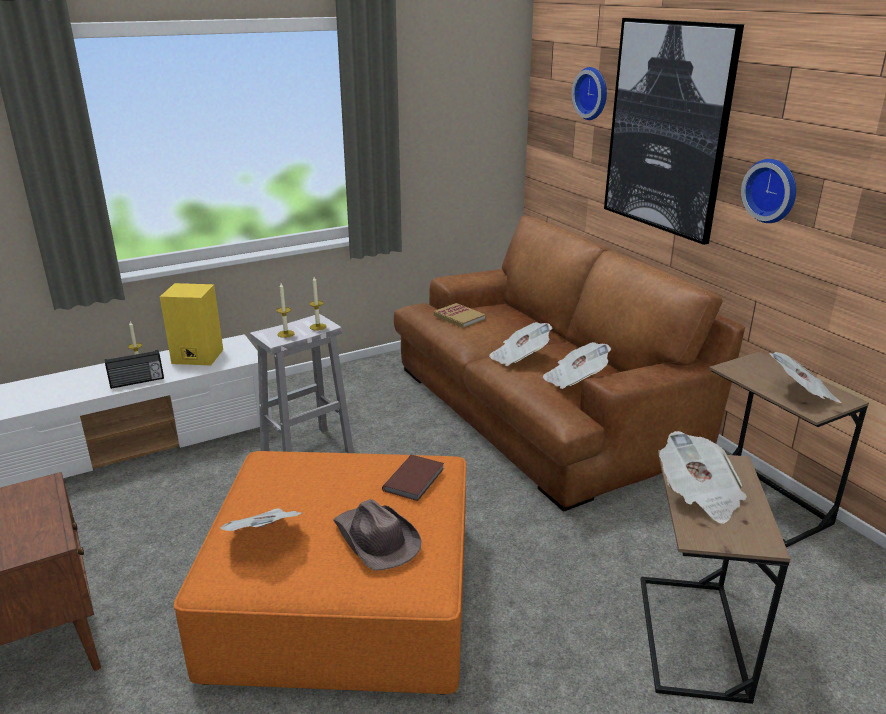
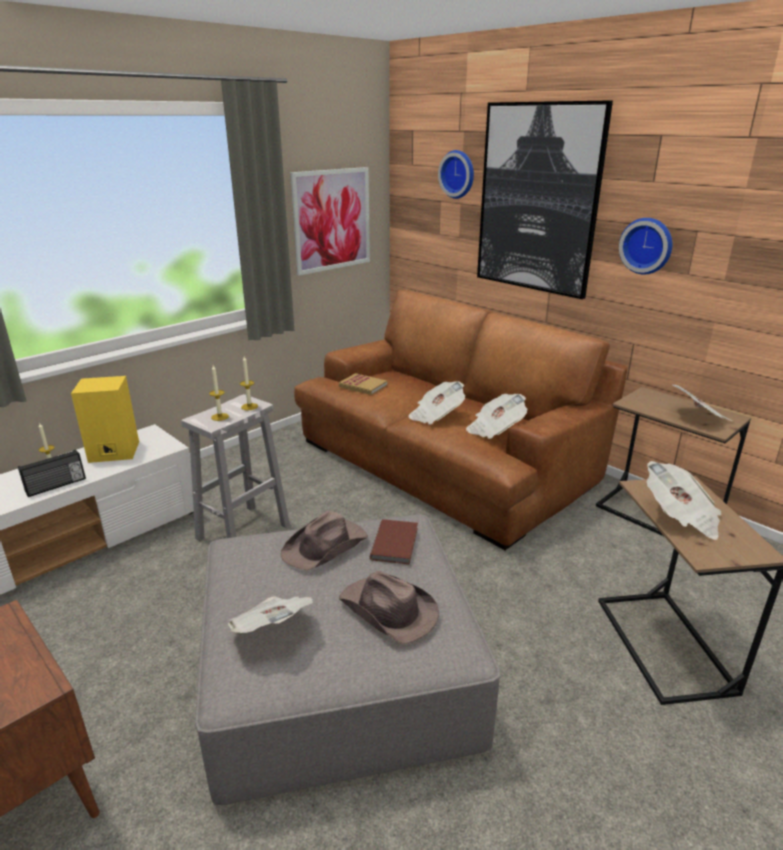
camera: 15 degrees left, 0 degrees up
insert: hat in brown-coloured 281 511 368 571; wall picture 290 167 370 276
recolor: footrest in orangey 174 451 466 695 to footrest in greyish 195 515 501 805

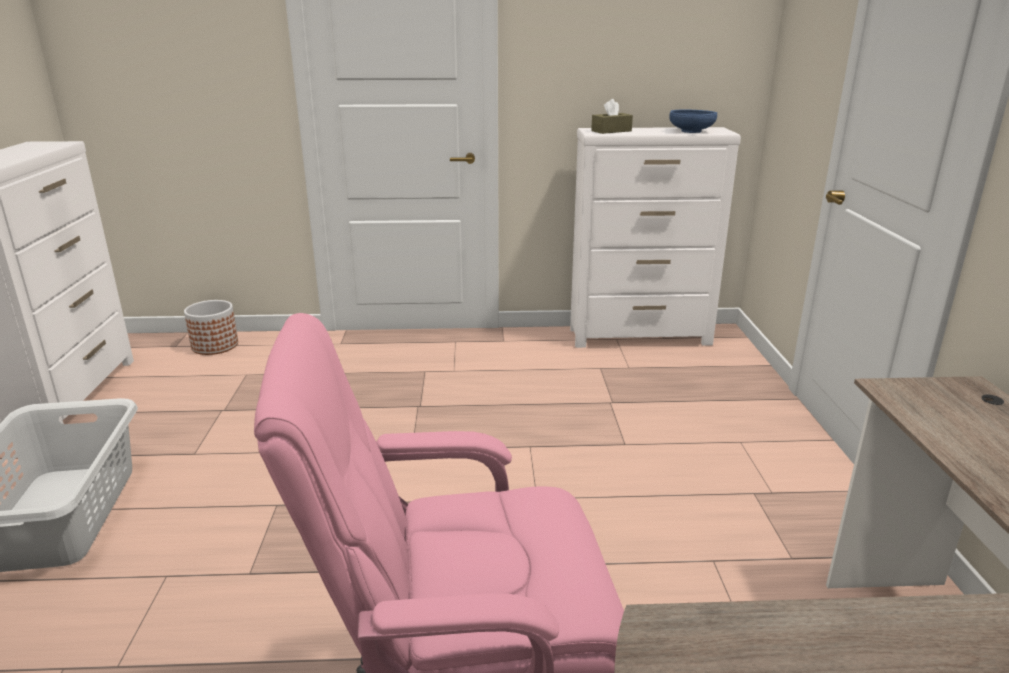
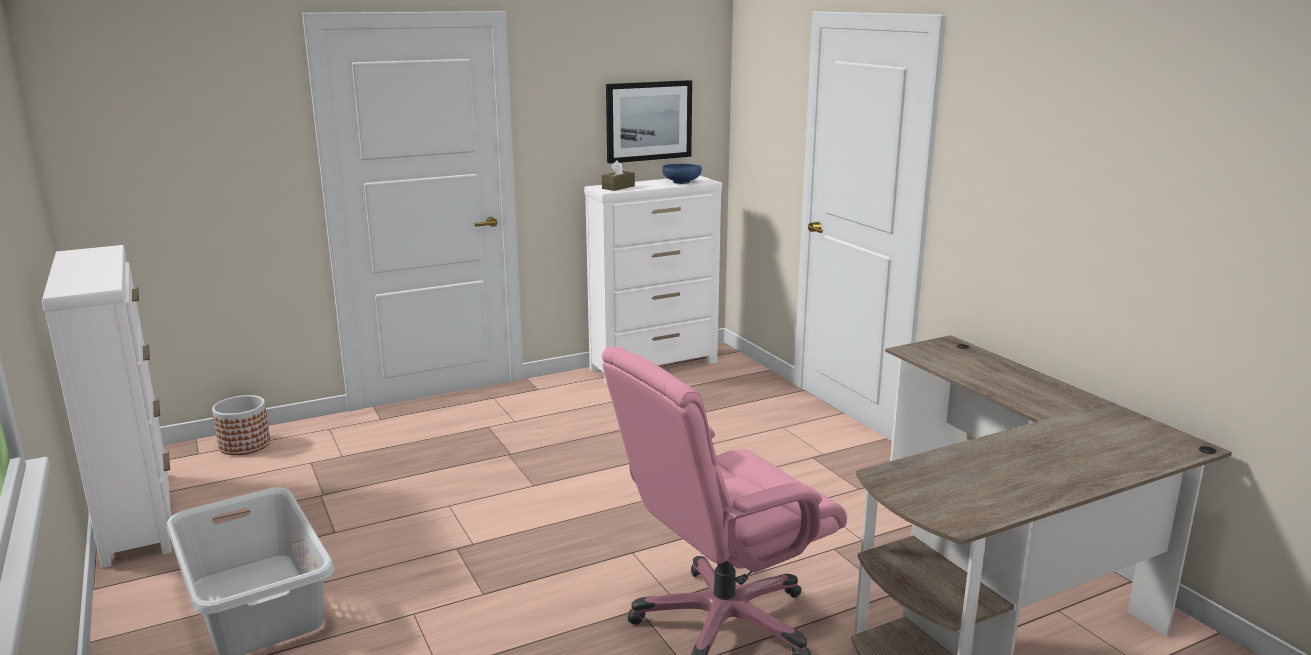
camera: 25 degrees left, 5 degrees down
insert: wall picture 606 80 692 164

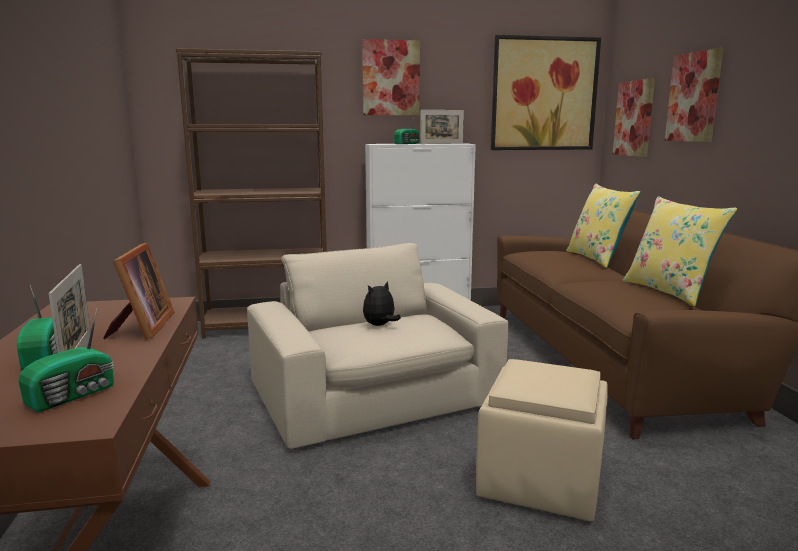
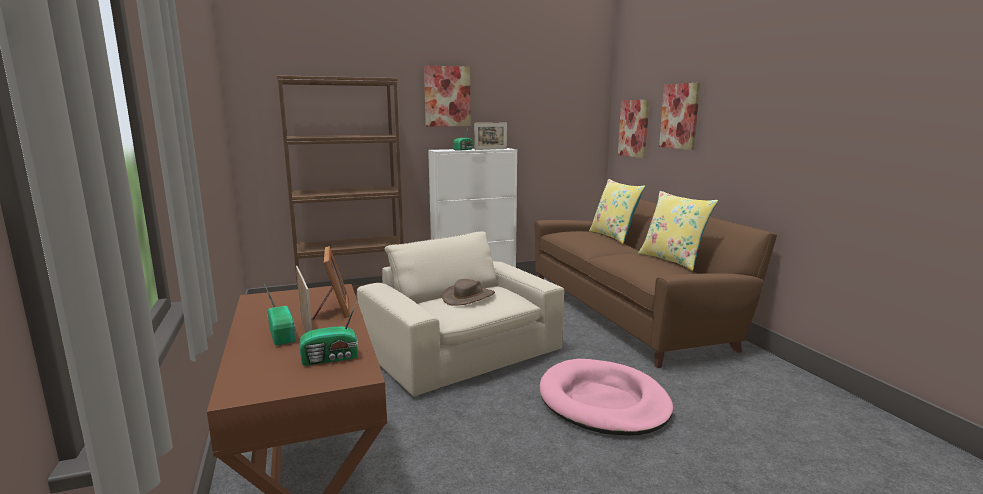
camera: 10 degrees left, 0 degrees up
delete: wall picture 491 35 601 150
replace: plush toy 363 281 401 326 to hat in brown-coloured 442 279 495 306; footrest in beige-coloured 476 359 608 521 to dog cushion in pink 540 359 673 436
rotate: radio 18 308 114 412 = 299 301 358 366 45 degrees clockwise

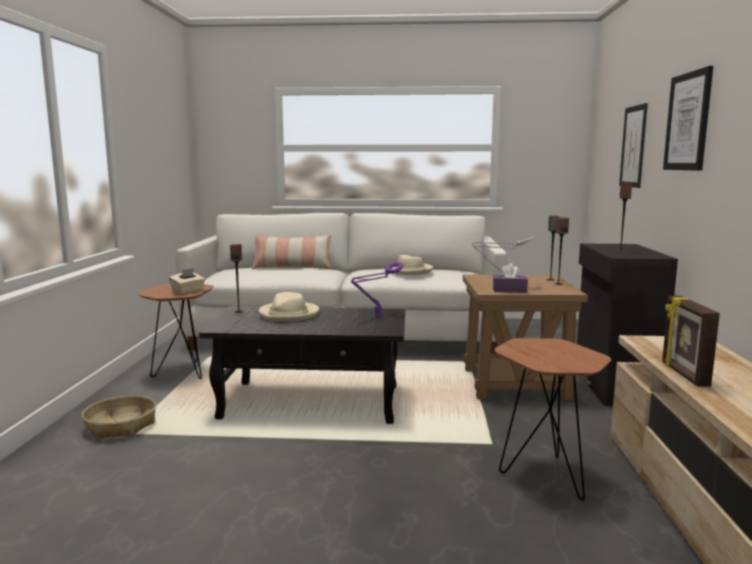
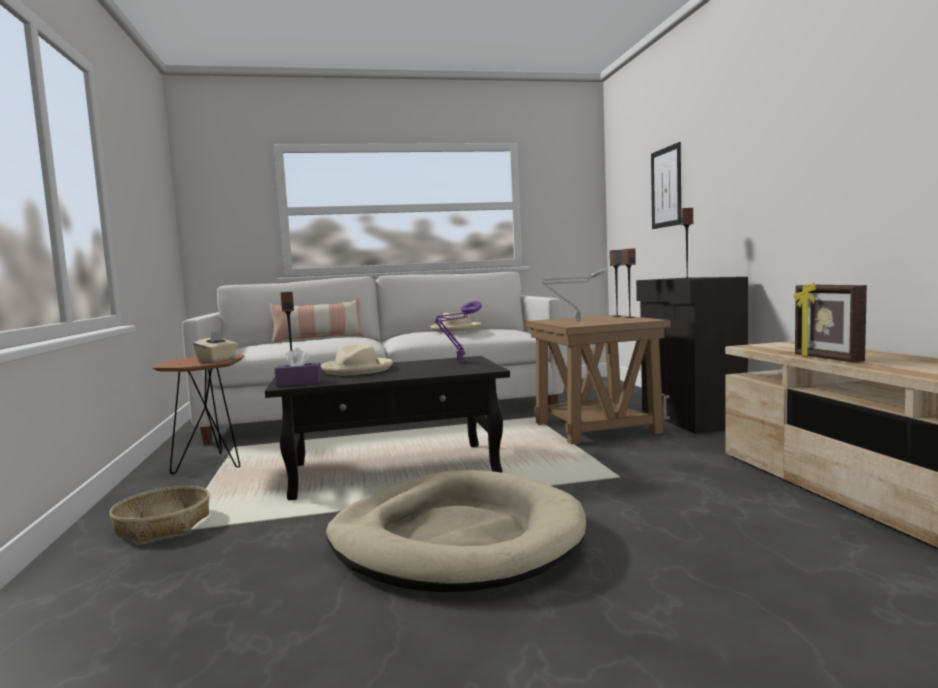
camera: 15 degrees left, 5 degrees down
delete: side table in brown-coloured 494 338 611 501; wall picture 663 66 713 171
insert: dog cushion in beige-coloured 326 470 586 592
move: box of tissues in purplish 493 263 528 293 to 275 348 322 387

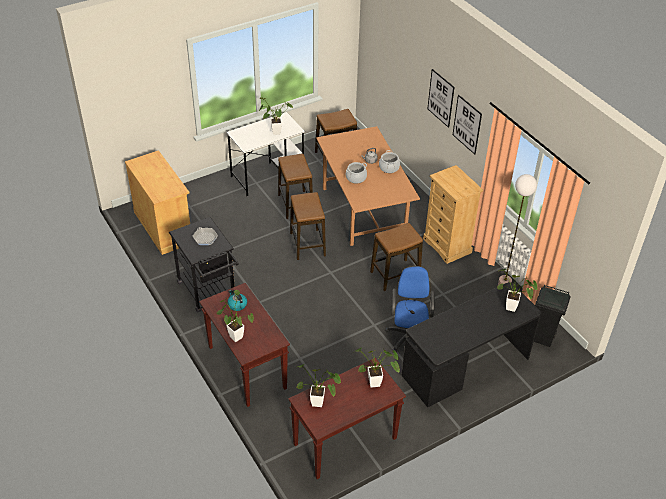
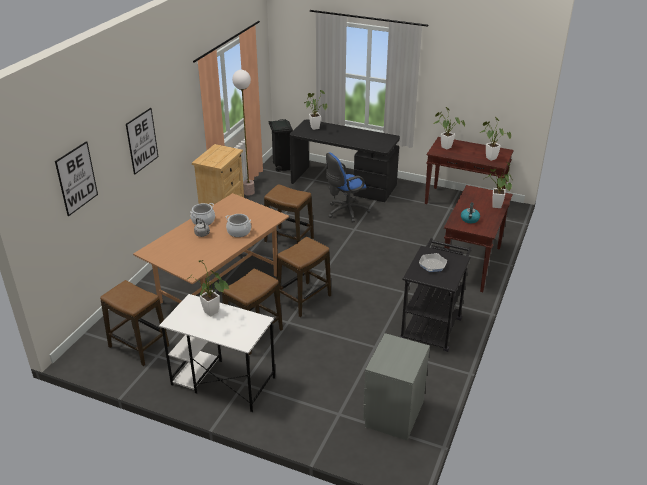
camera: 125 degrees left, 10 degrees down
move: wall picture 453 95 482 154 to 55 141 98 216
replace: storage cabinet in beige-coloured 125 150 190 255 to bedside table in greyish 363 333 430 440

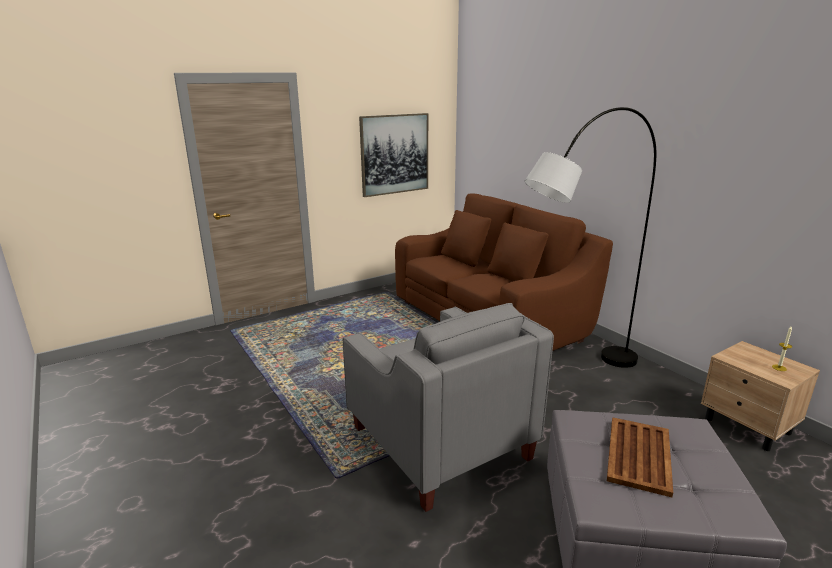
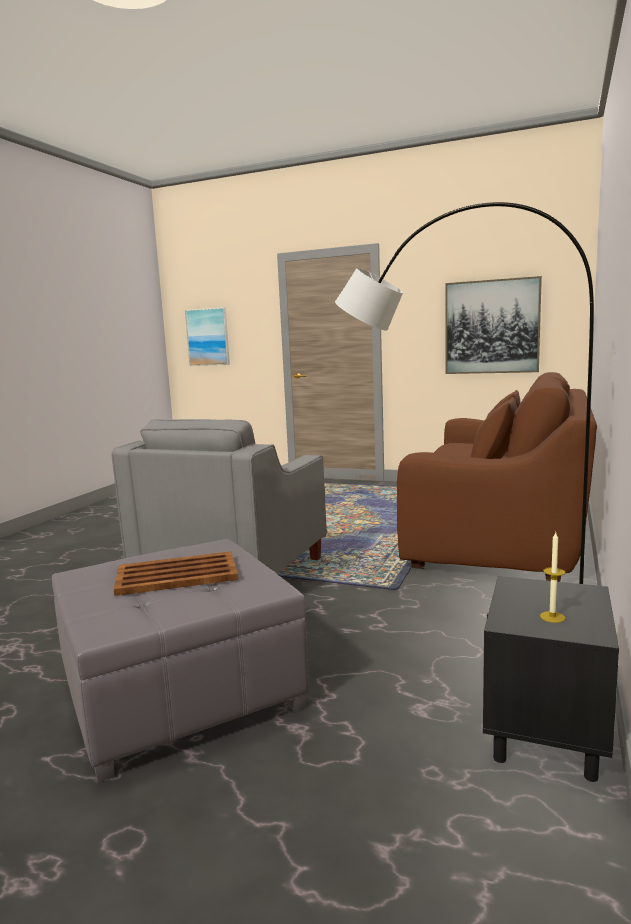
camera: 55 degrees right, 10 degrees down
insert: wall picture 185 307 230 366
recolor: bedside table in beige-coloured 701 341 820 451 to bedside table in black-coloured 483 576 619 782

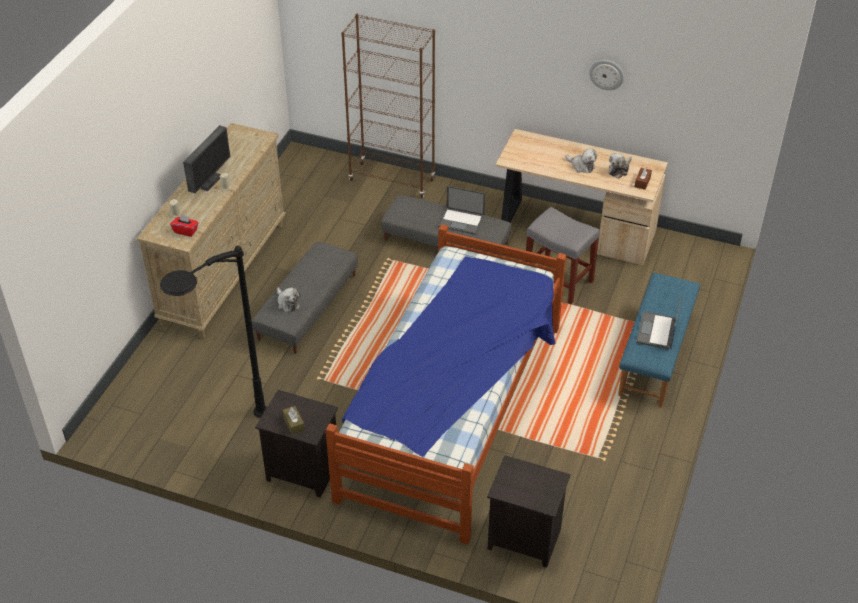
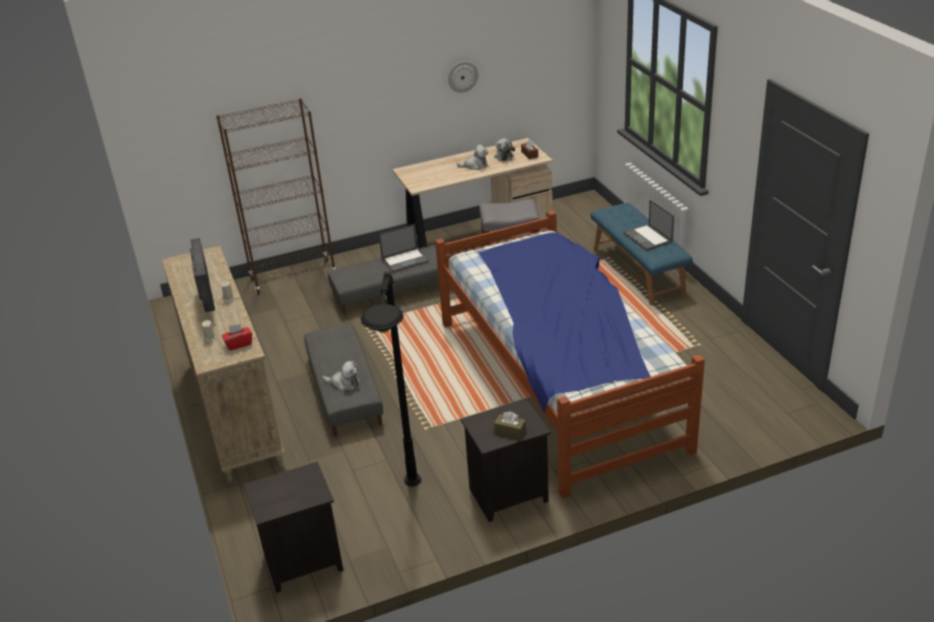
camera: 40 degrees left, 10 degrees down
move: bedside table in black-coloured 487 455 571 568 to 244 462 343 593

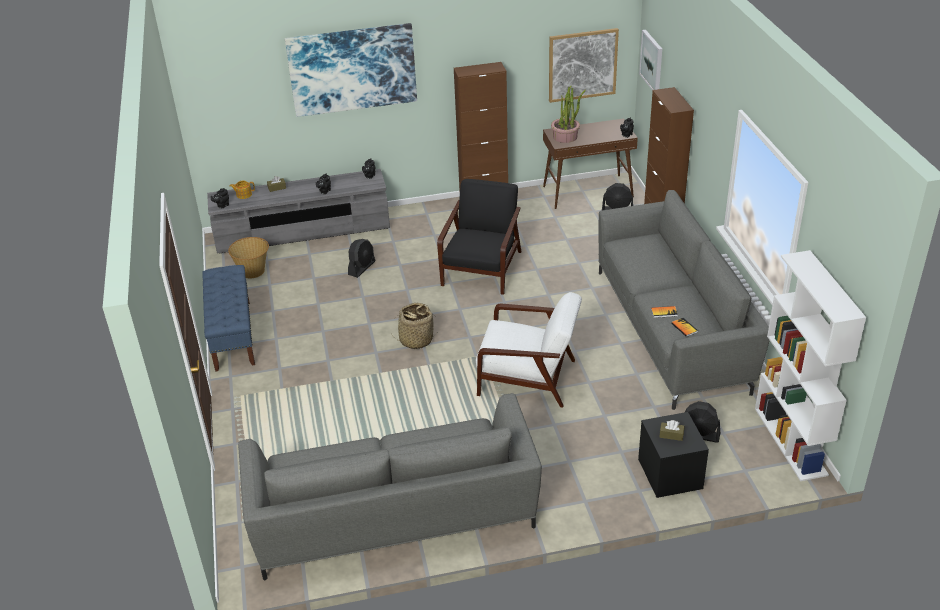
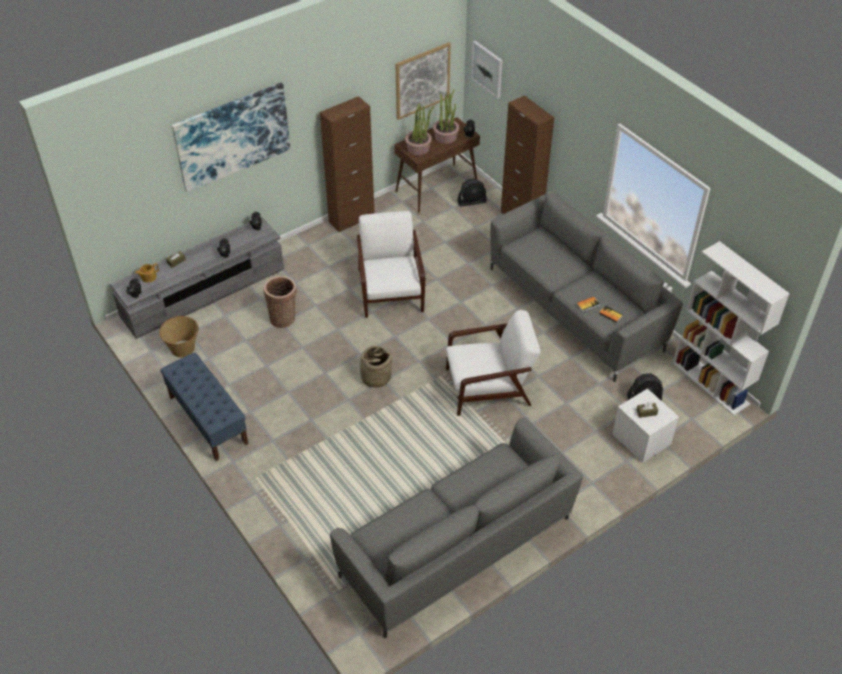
camera: 25 degrees left, 10 degrees up
insert: houseplant 433 89 459 144
replace: cooling fan in black-coloured 348 239 375 278 to household basket 264 276 297 328
recolor: armchair in black-coloured 437 179 522 295 to armchair in white-coloured 357 211 425 318; bedside table in black-coloured 638 412 709 498 to bedside table in white-coloured 612 388 679 463

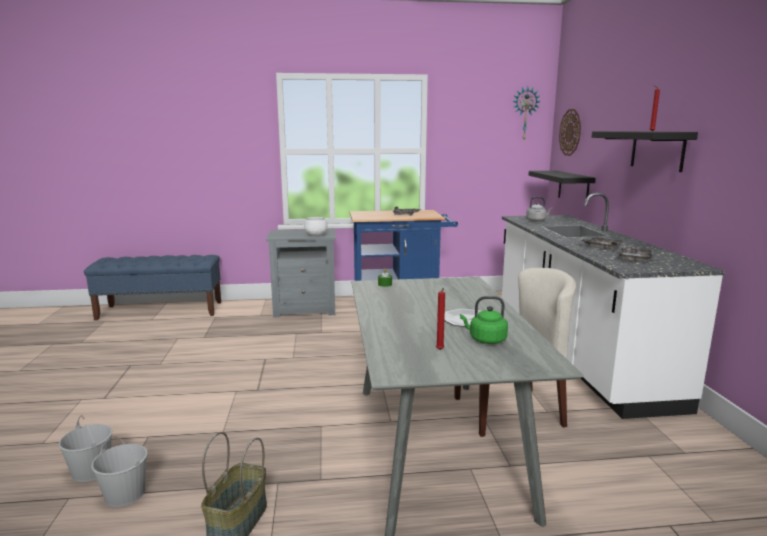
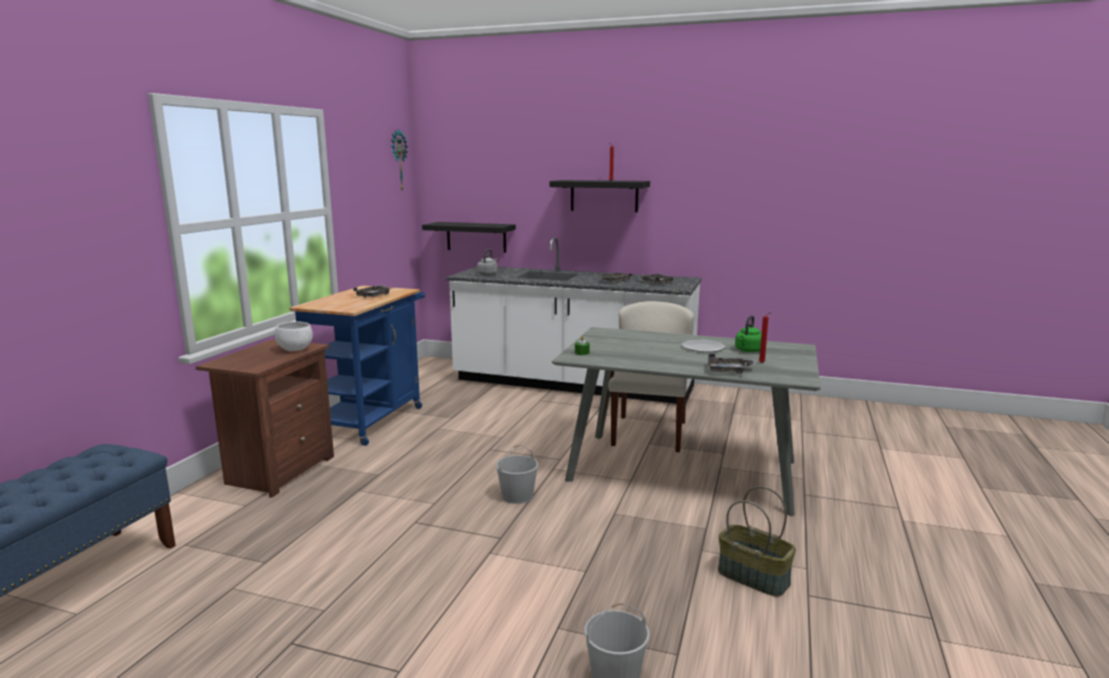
camera: 65 degrees left, 0 degrees up
delete: clock on the wall 559 109 581 156
insert: carrying tray in greyish 708 353 757 374
move: pail in white-coloured 91 436 148 507 to 496 445 538 504
recolor: bedside table in greyish 266 229 336 318 to bedside table in brown-coloured 195 339 334 498

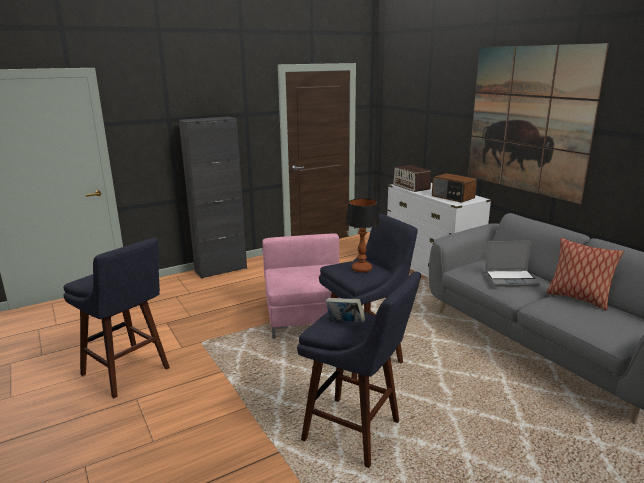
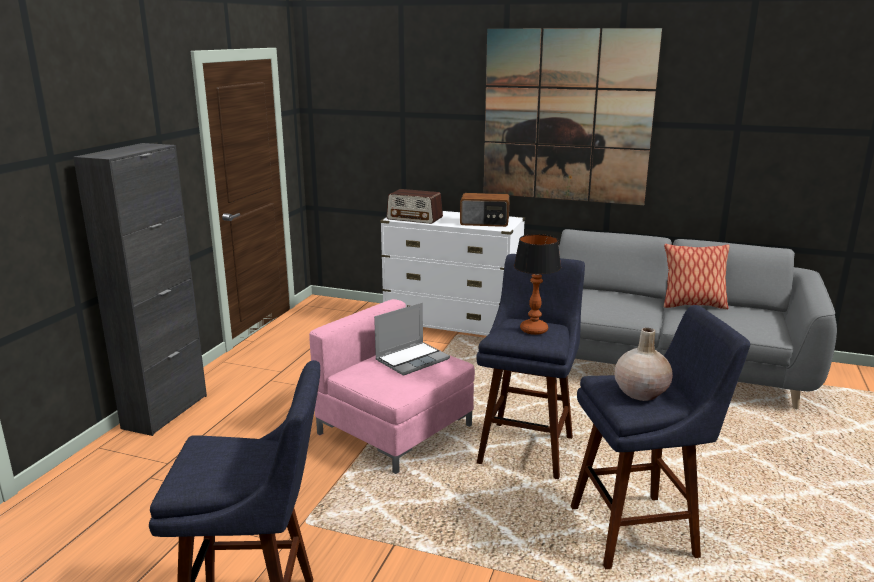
camera: 40 degrees left, 0 degrees up
move: portable computer 484 241 540 286 to 374 303 450 376
replace: bound book 325 298 365 322 to decorative vase in beige-coloured 614 328 673 401

